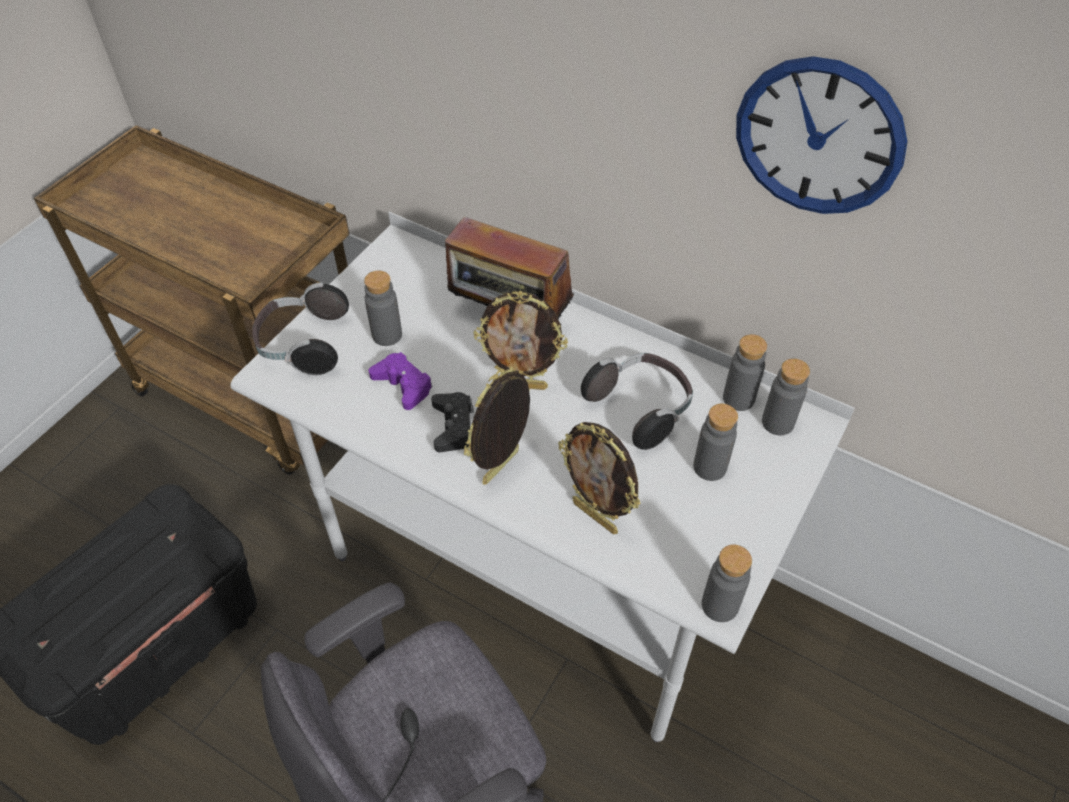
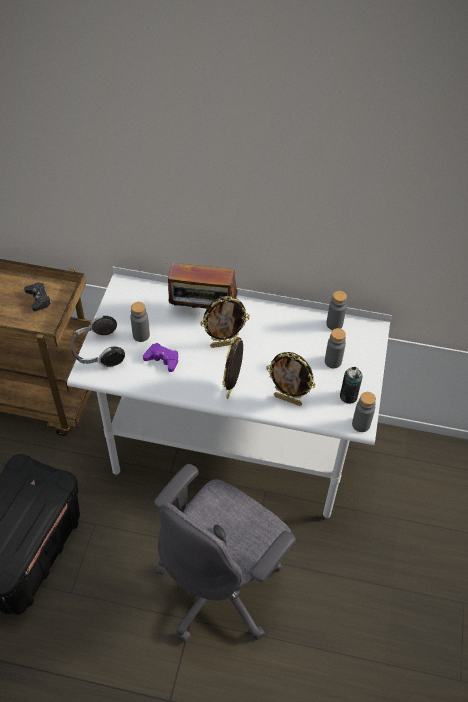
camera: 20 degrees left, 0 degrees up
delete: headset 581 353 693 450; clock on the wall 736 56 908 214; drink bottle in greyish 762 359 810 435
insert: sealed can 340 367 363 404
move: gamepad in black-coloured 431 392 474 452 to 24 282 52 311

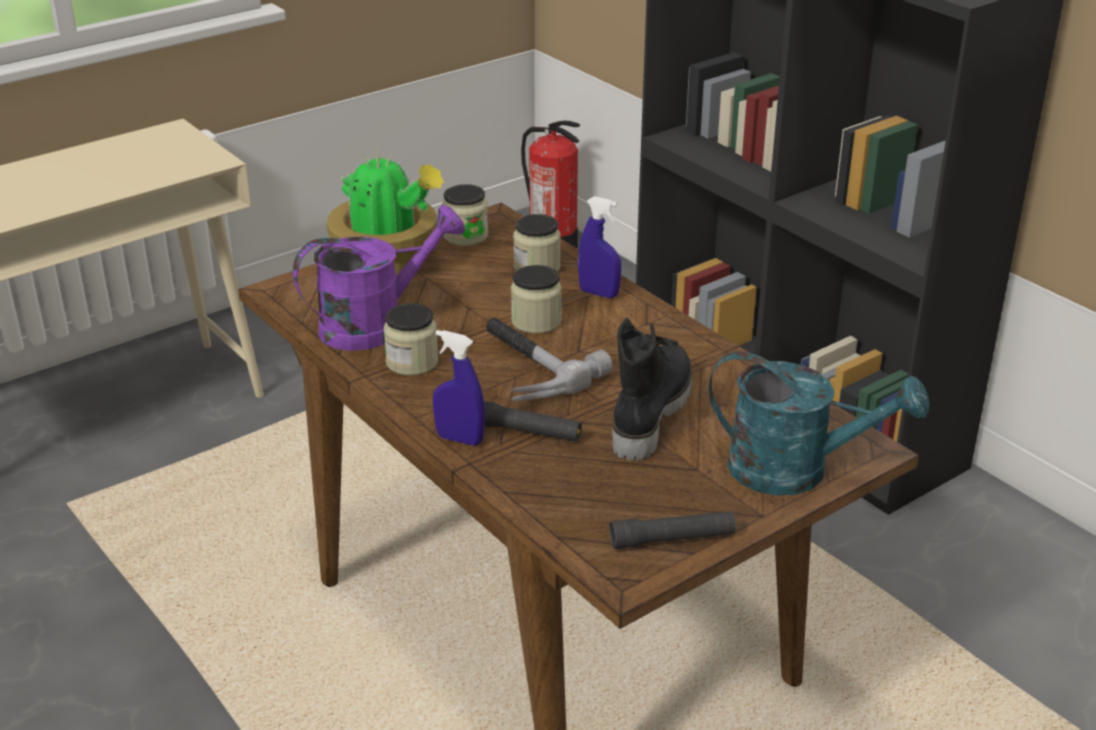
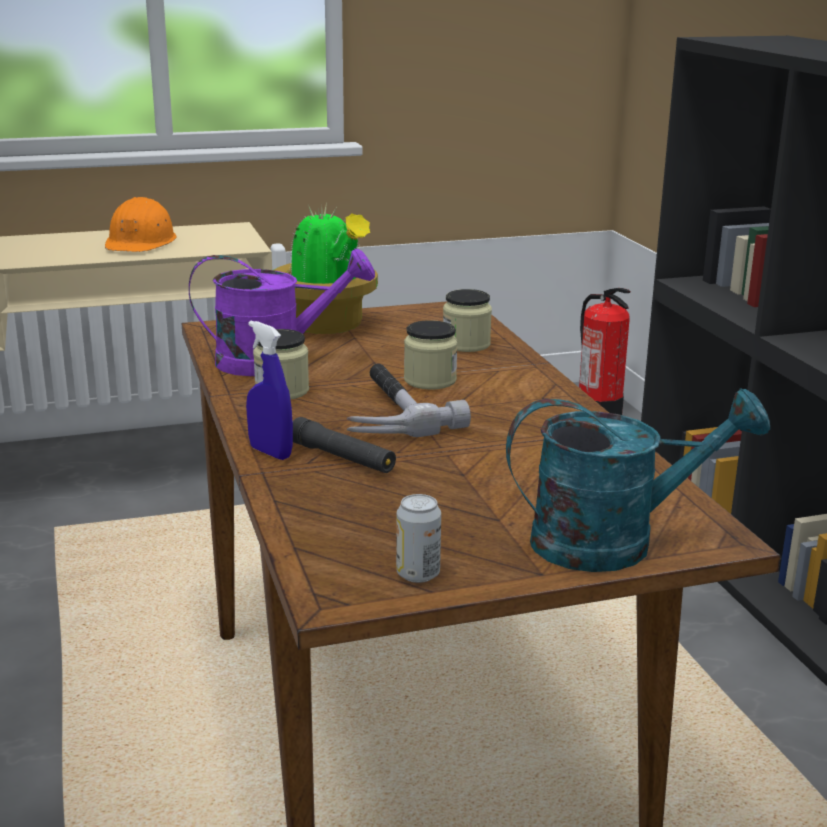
camera: 20 degrees right, 10 degrees down
delete: jar 442 184 488 246; hand sprayer in blue 578 196 621 298; tall boot in black-coloured 613 317 692 461
insert: safety helmet in orangey 105 197 177 252
replace: hand torch in black-coloured 610 511 736 549 to sealed can 396 494 441 583
rotate: sprinkling can in turquoise-coloured 708 352 929 496 = 506 388 770 572 45 degrees counterclockwise

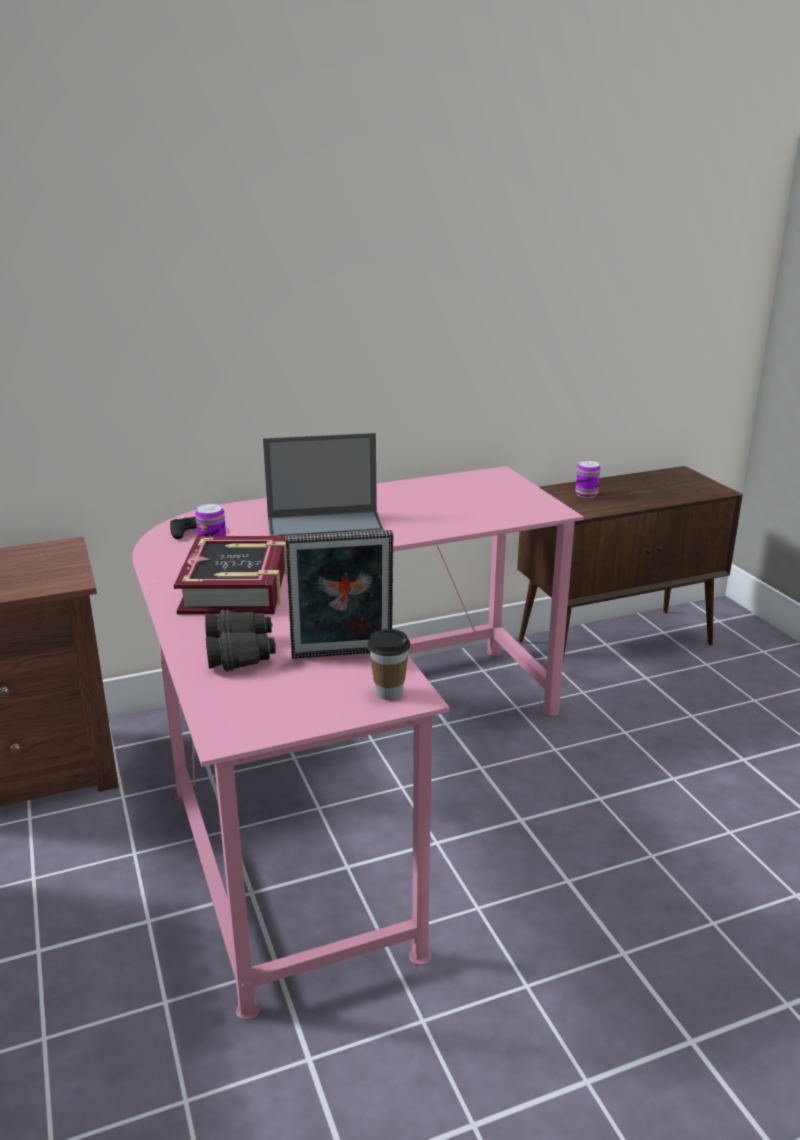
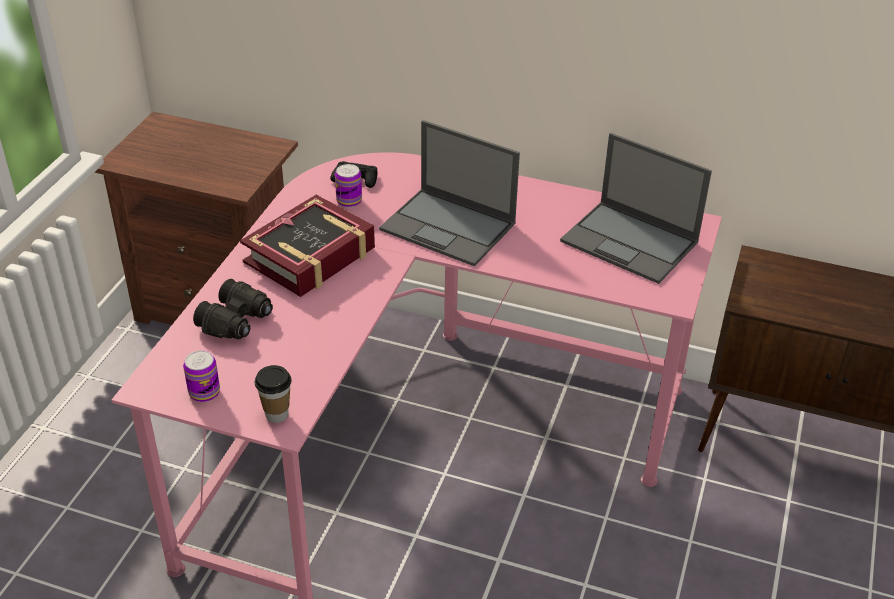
camera: 40 degrees right, 15 degrees up
delete: picture frame 285 530 393 659
insert: portable computer 560 133 712 284
move: sealed can 575 461 601 498 to 183 350 220 402

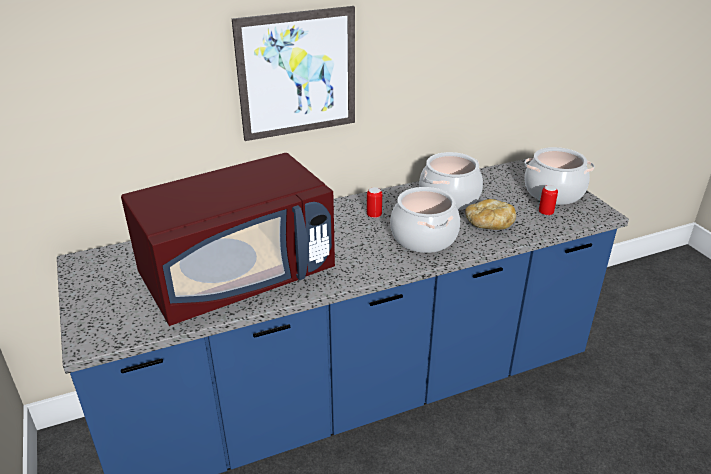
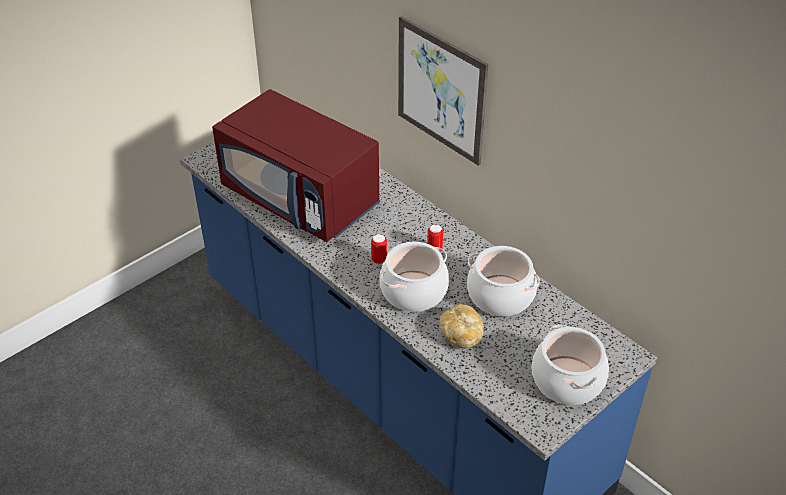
camera: 70 degrees right, 10 degrees up
move: sealed can 539 185 558 216 to 371 234 387 264

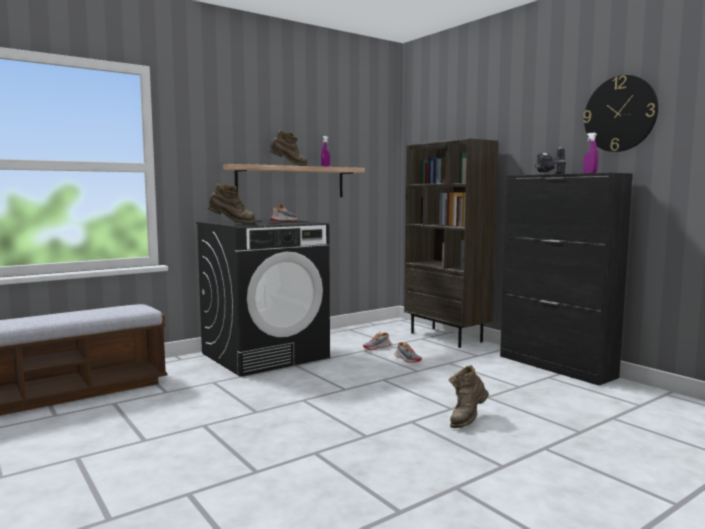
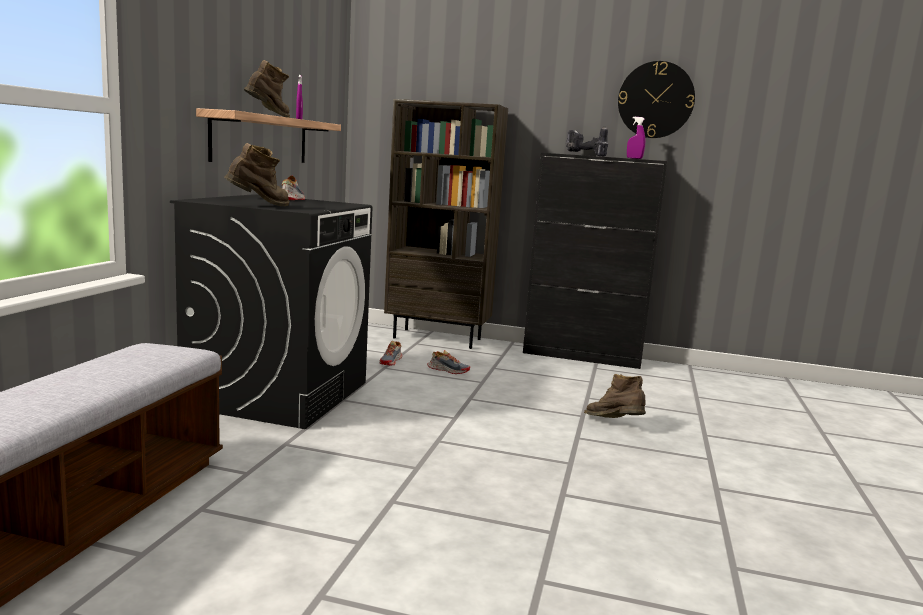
camera: 40 degrees left, 5 degrees up
rotate: tall boot in brown-coloured 448 365 489 428 = 584 374 646 418 135 degrees clockwise

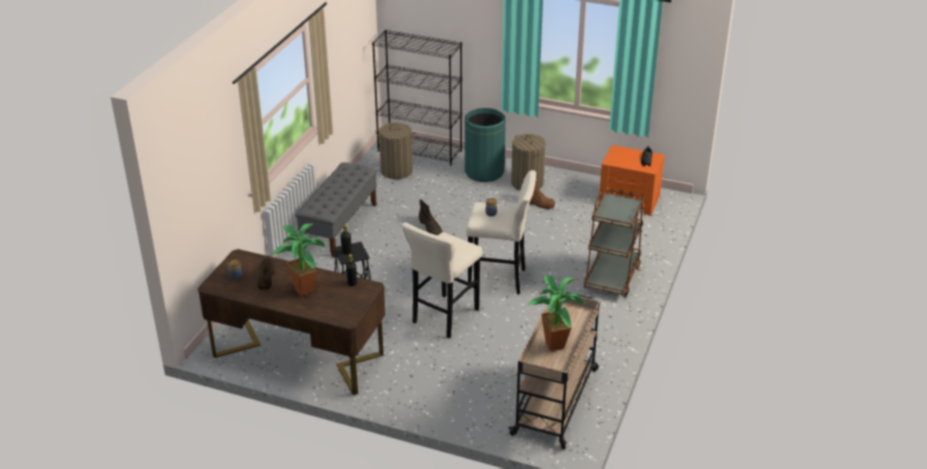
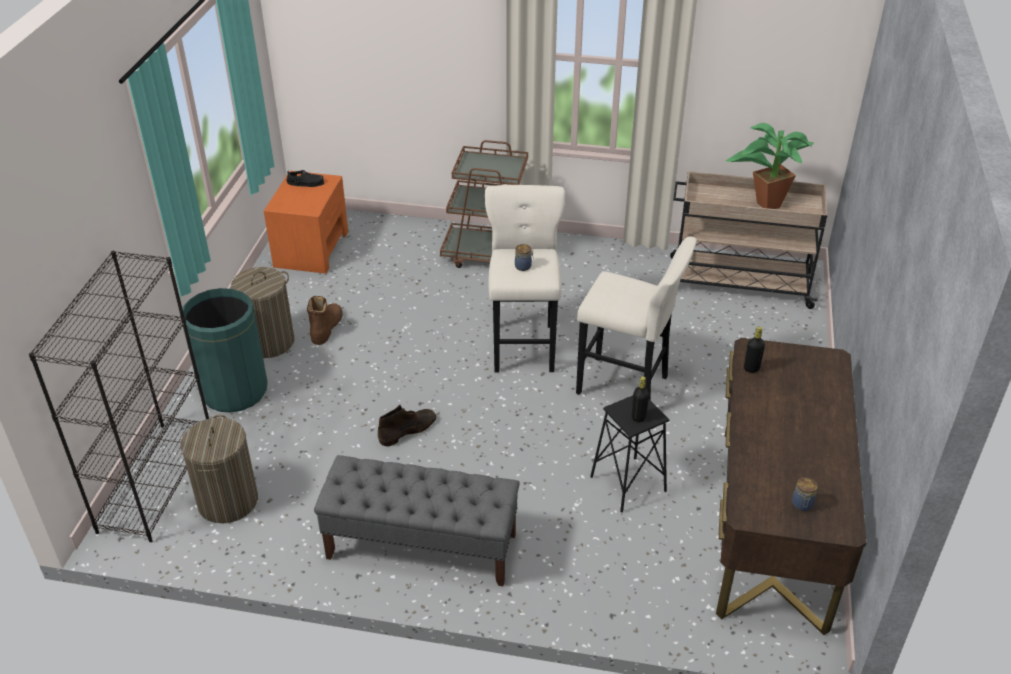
camera: 100 degrees left, 5 degrees up
delete: tall boot in brown-coloured 257 256 276 290; houseplant 272 224 326 296

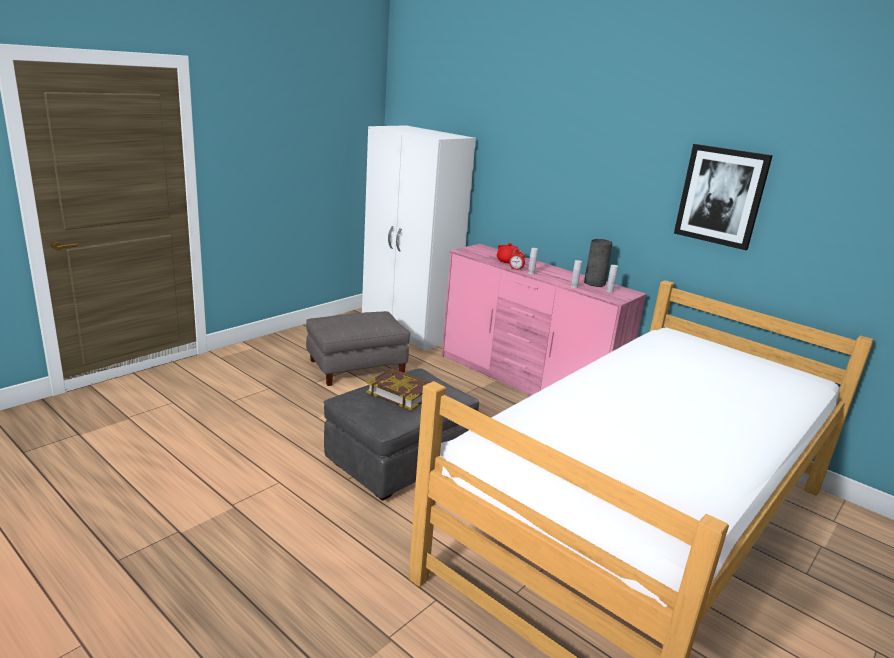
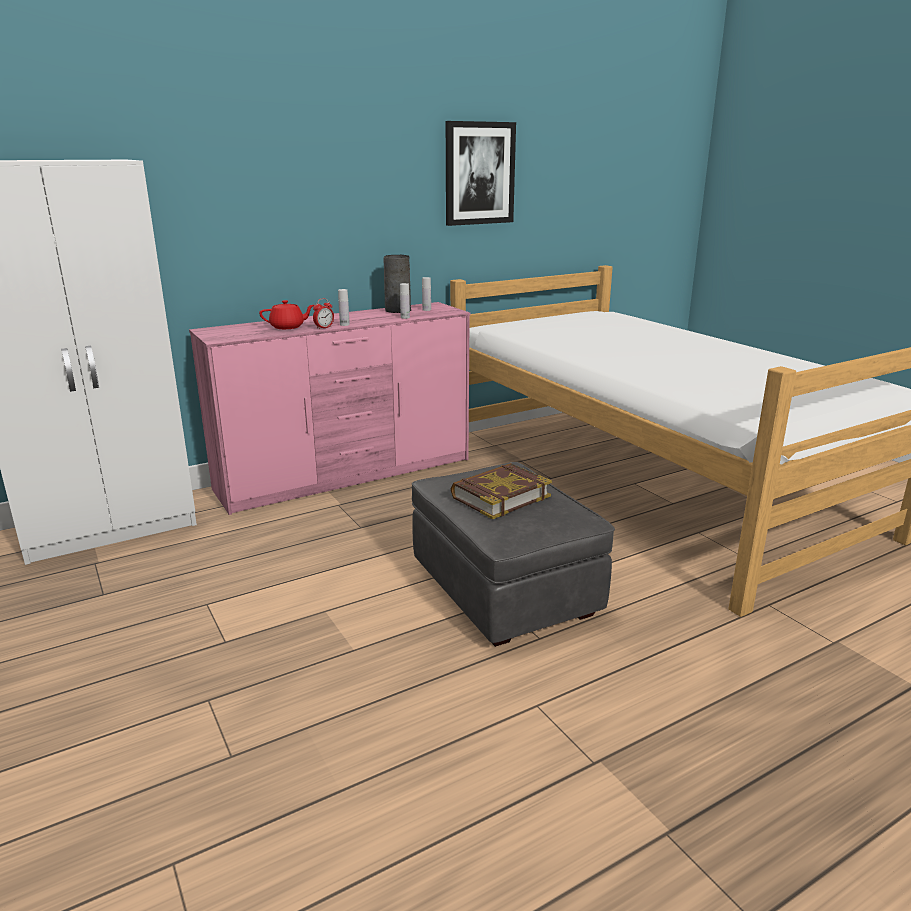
camera: 70 degrees left, 0 degrees up
delete: footrest in greyish 306 311 410 386

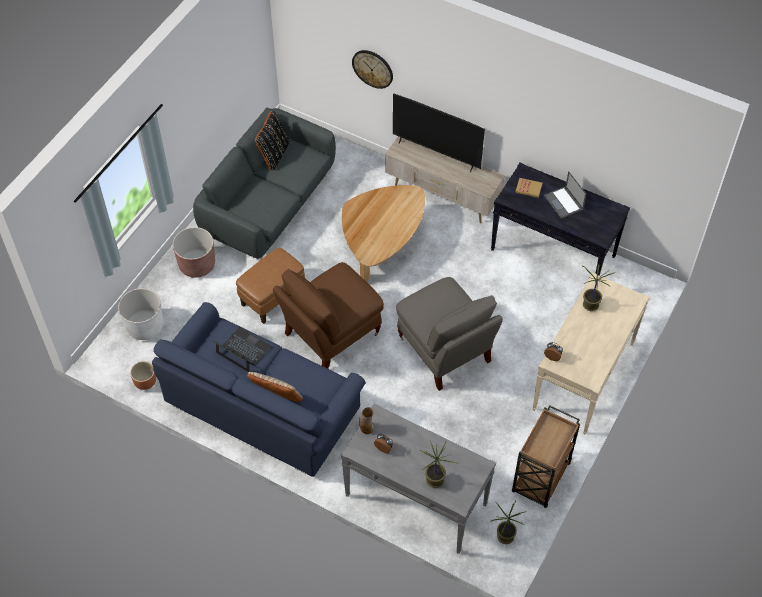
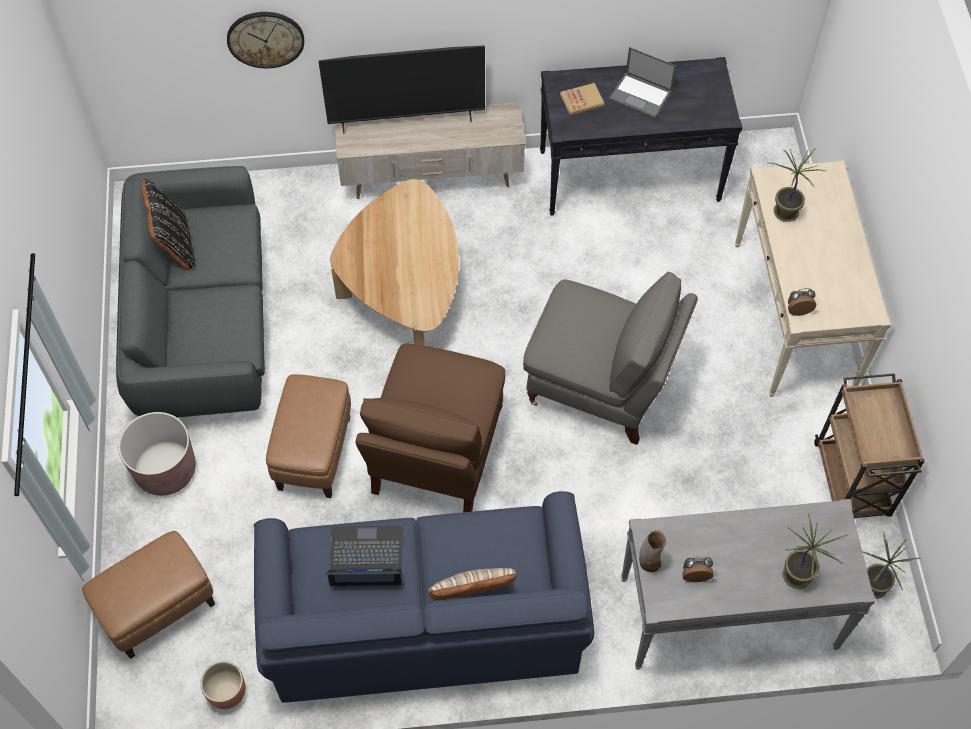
camera: 35 degrees left, 5 degrees up
replace: plant pot in white-coloured 118 288 164 340 to footrest in brown-coloured 82 531 215 659

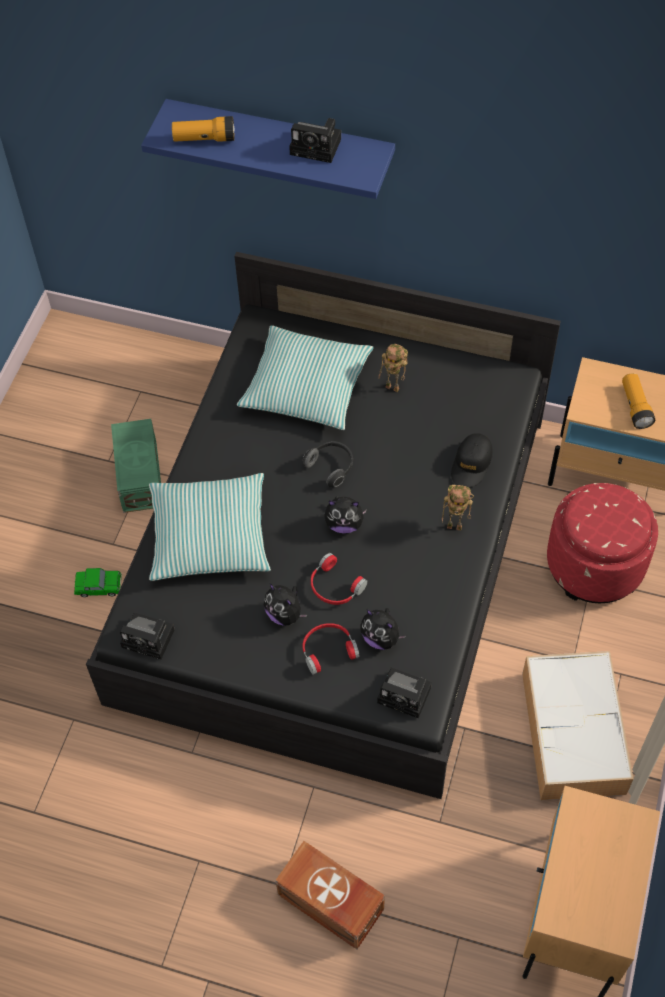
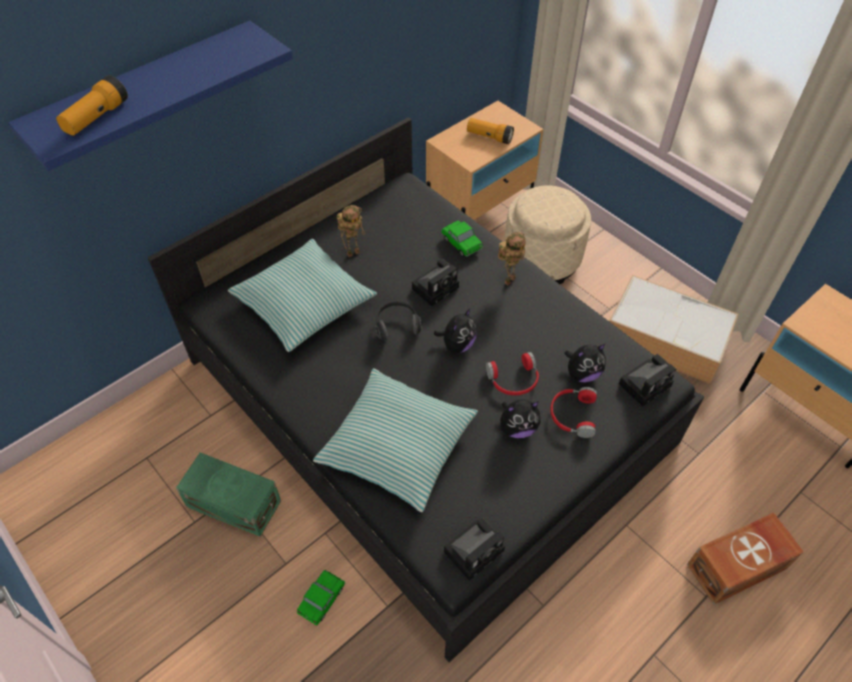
camera: 60 degrees left, 5 degrees down
move: photo camera 289 118 341 163 to 412 258 459 306
replace: peaked cap in black-coloured 451 433 493 488 to miniature car 441 220 483 257
recolor: footrest in red-coloured 547 483 658 603 to footrest in beige-coloured 504 185 591 284

